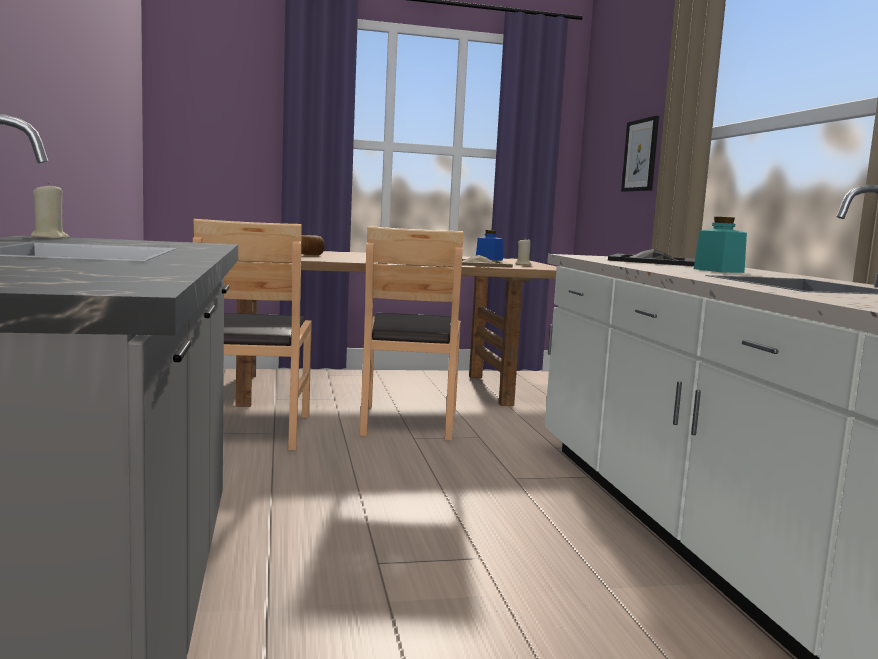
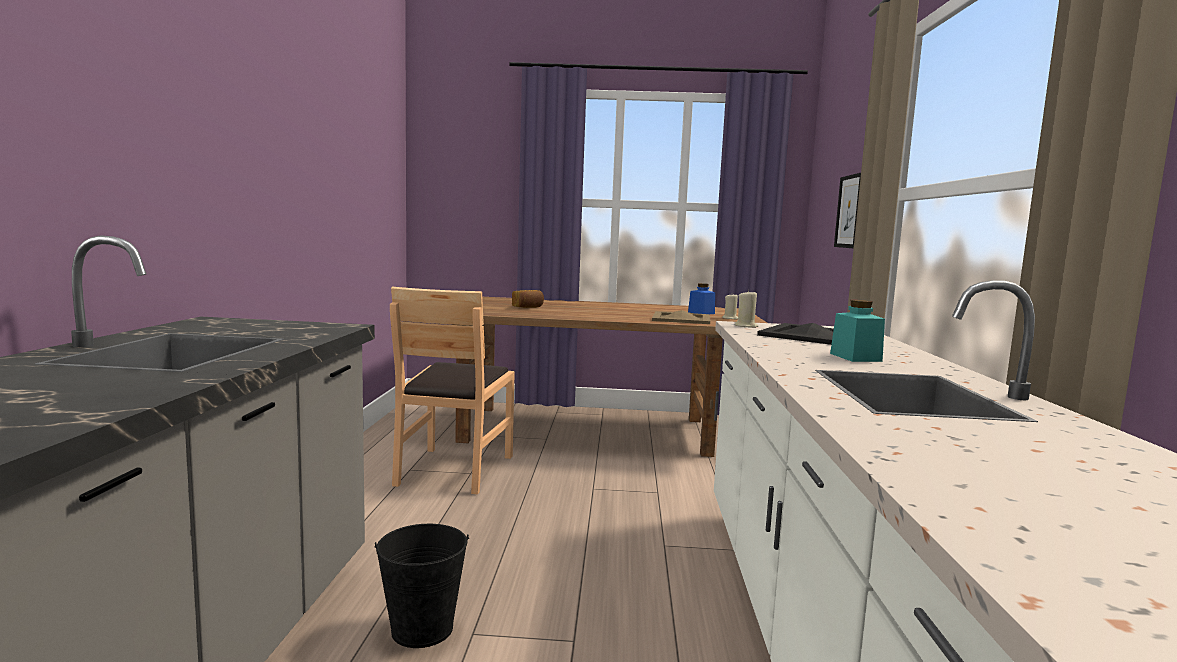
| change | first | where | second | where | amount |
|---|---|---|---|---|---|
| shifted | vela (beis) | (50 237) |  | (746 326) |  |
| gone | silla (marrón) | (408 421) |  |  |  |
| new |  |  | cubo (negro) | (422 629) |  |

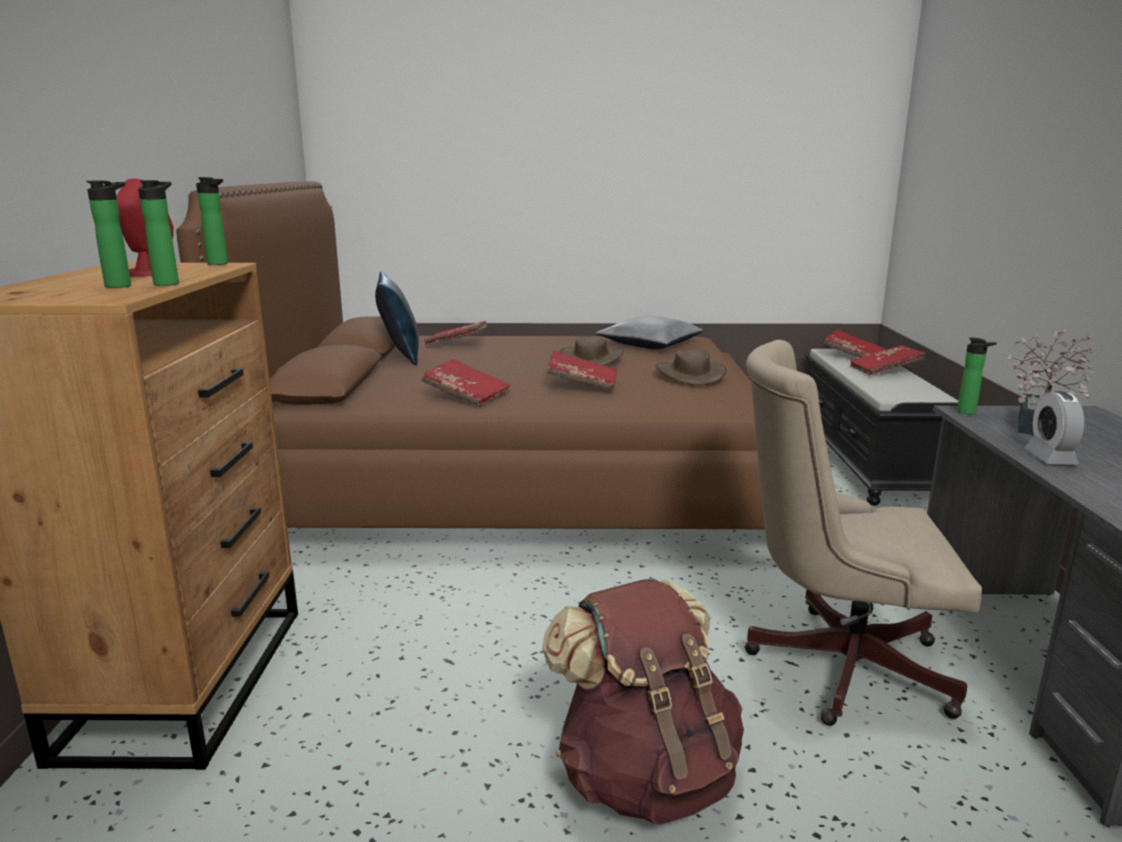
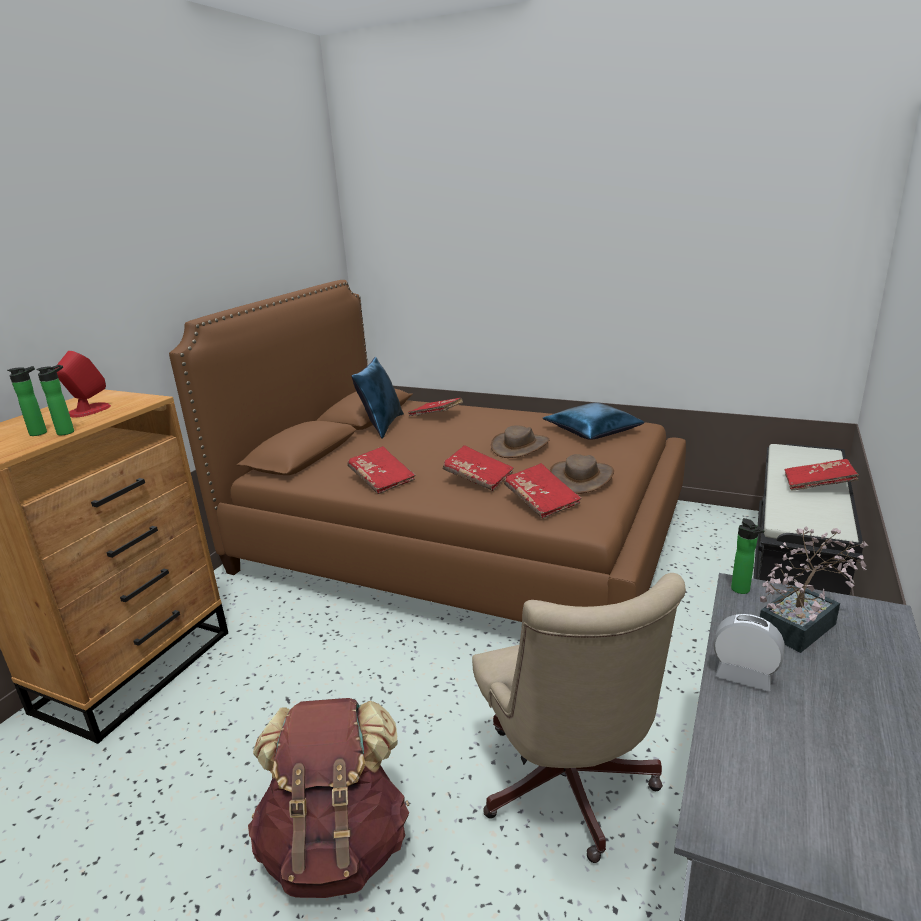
| change | first | where | second | where | amount |
|---|---|---|---|---|---|
| gone | botella | (220 264) |  |  |  |
| repainted | cojín (gris) | (649 344) | cojín (azul) | (592 431) |  |
| rotated | silla de oficina (beis) | (835 664) |  | (568 791) | 135 degrees counterclockwise |
| shifted | libro (rojo) | (854 356) |  | (541 501) |  |
| rotated | despertador | (1050 457) |  | (744 676) | 90 degrees clockwise |

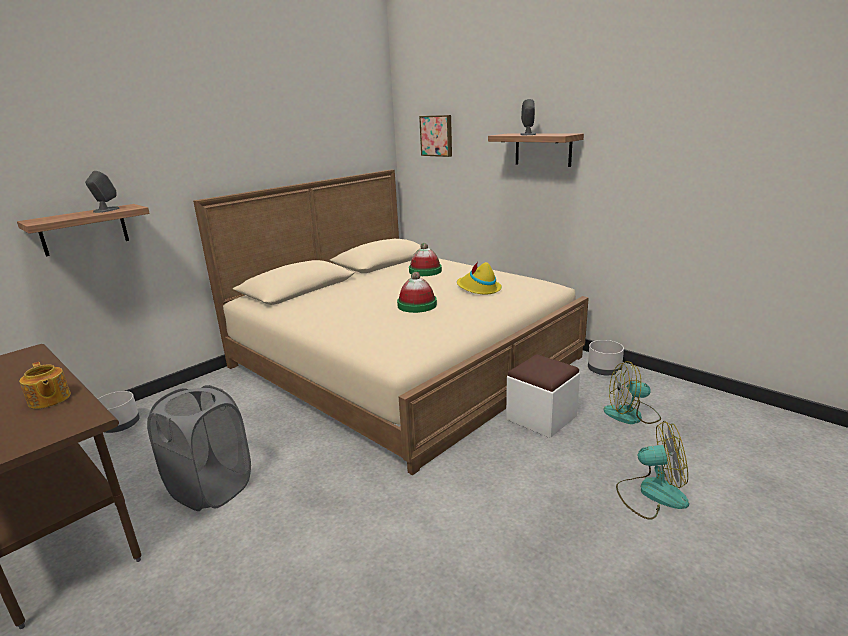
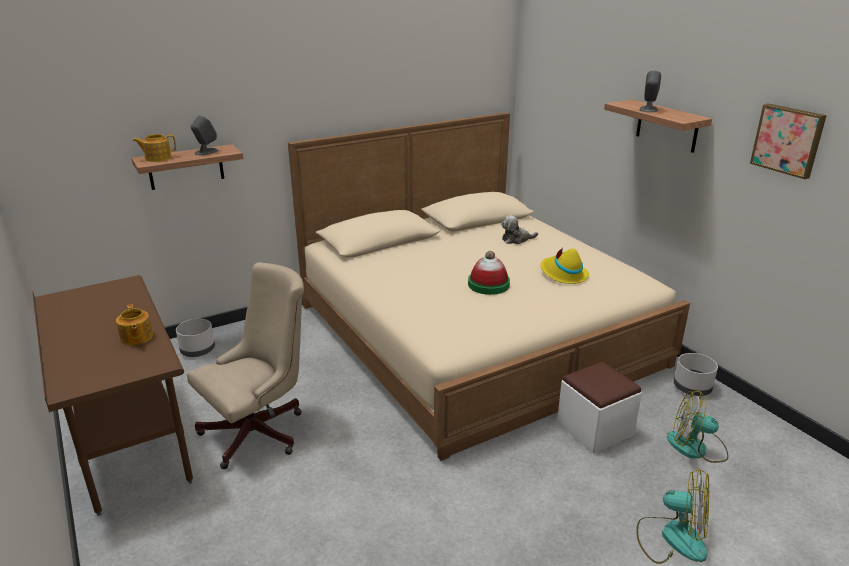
| change | first | where | second | where | amount |
|---|---|---|---|---|---|
| swapped | cesto de la ropa (gris) | (211 488) | silla de oficina (beis) | (260 431) |  |
| swapped | sombrero | (425 271) | peluche | (516 239) |  |
| shifted | cuadro | (437 135) |  | (788 140) |  |
| new |  |  | tetera | (157 158) |  |

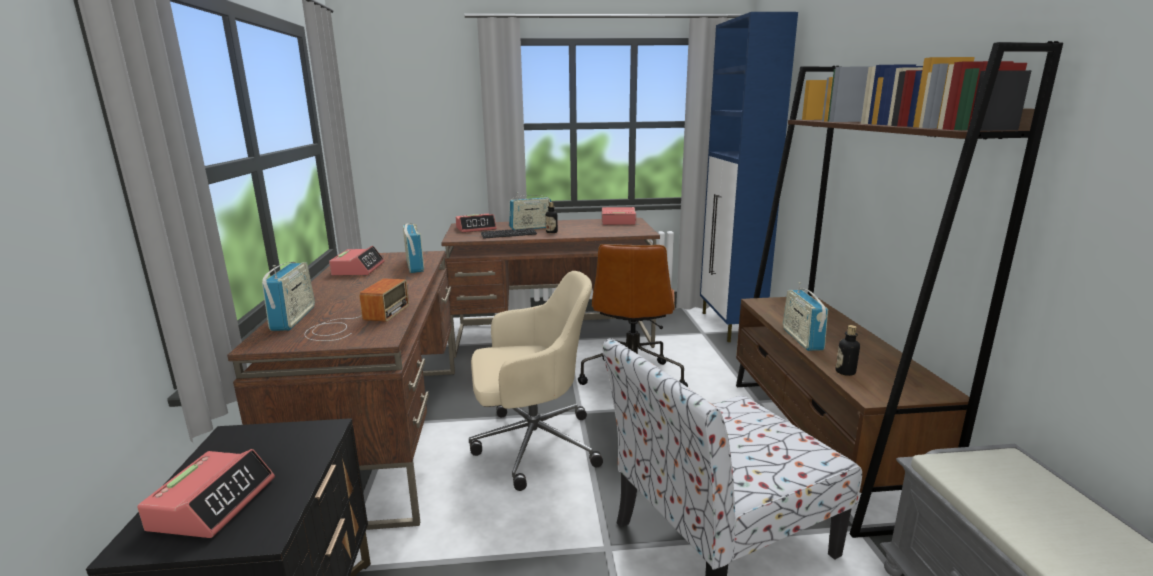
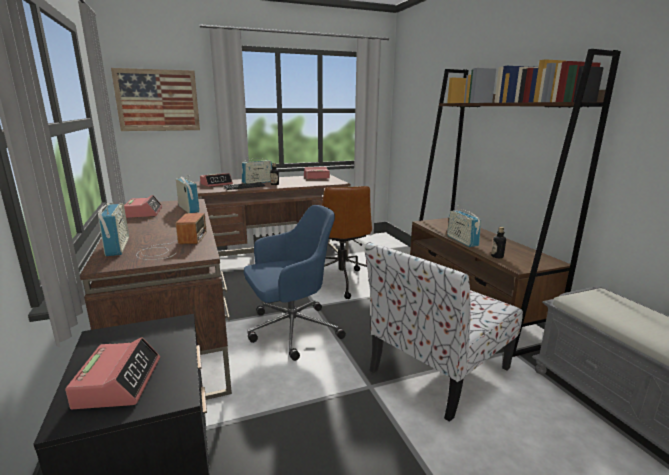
| change | first | where | second | where | amount |
|---|---|---|---|---|---|
| repainted | silla de oficina (beis) | (532 445) | silla de oficina (azul) | (291 330) |  |
| gone | armario (azul) | (730 326) |  |  |  |
| new |  |  | cuadro | (158 100) |  |

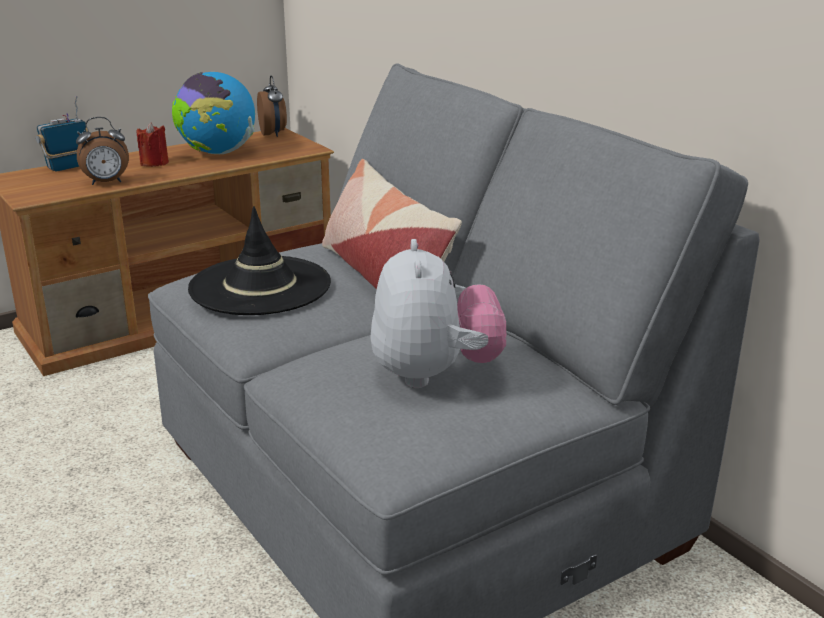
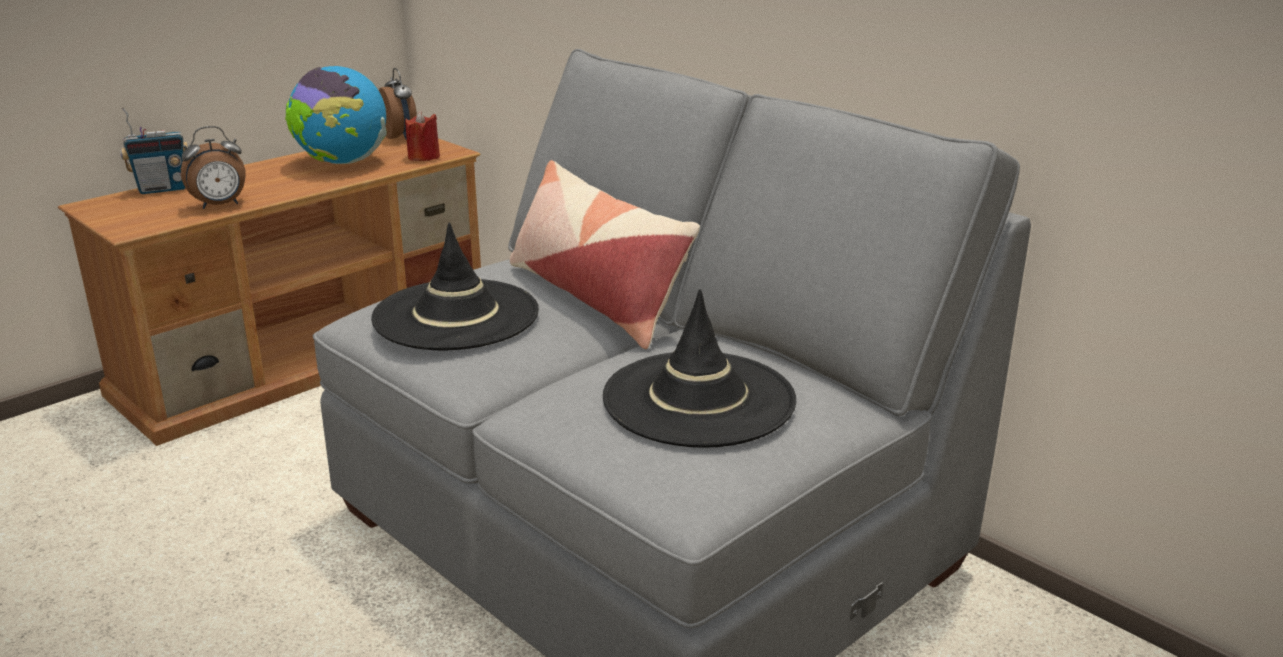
| change | first | where | second | where | amount |
|---|---|---|---|---|---|
| rotated | radio | (68 167) |  | (162 189) | 150 degrees counterclockwise |
| shifted | vela (rojo) | (154 163) |  | (424 157) |  |
| swapped | peluche | (434 374) | sombrero (negro) | (698 399) |  |

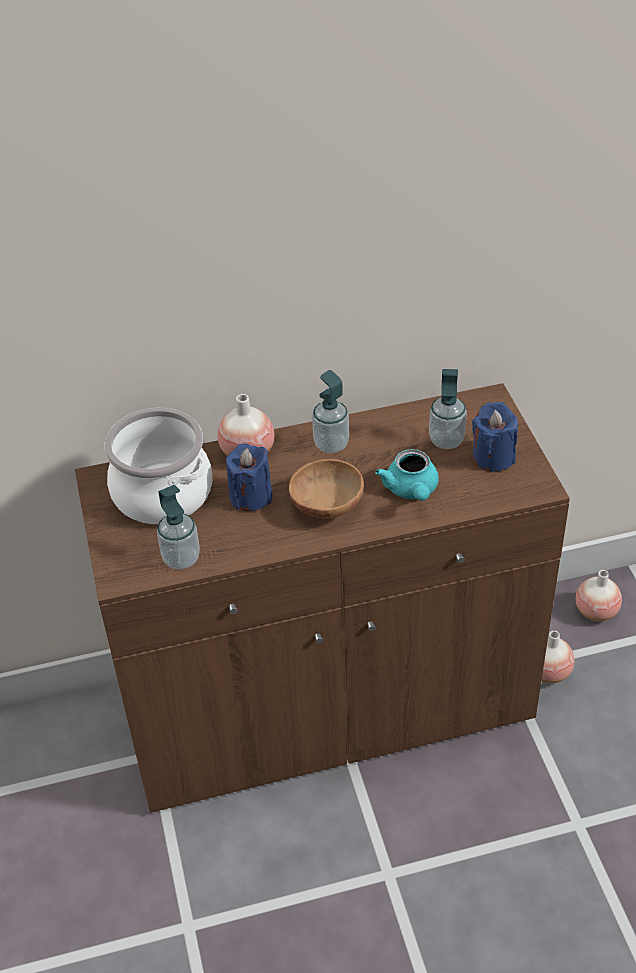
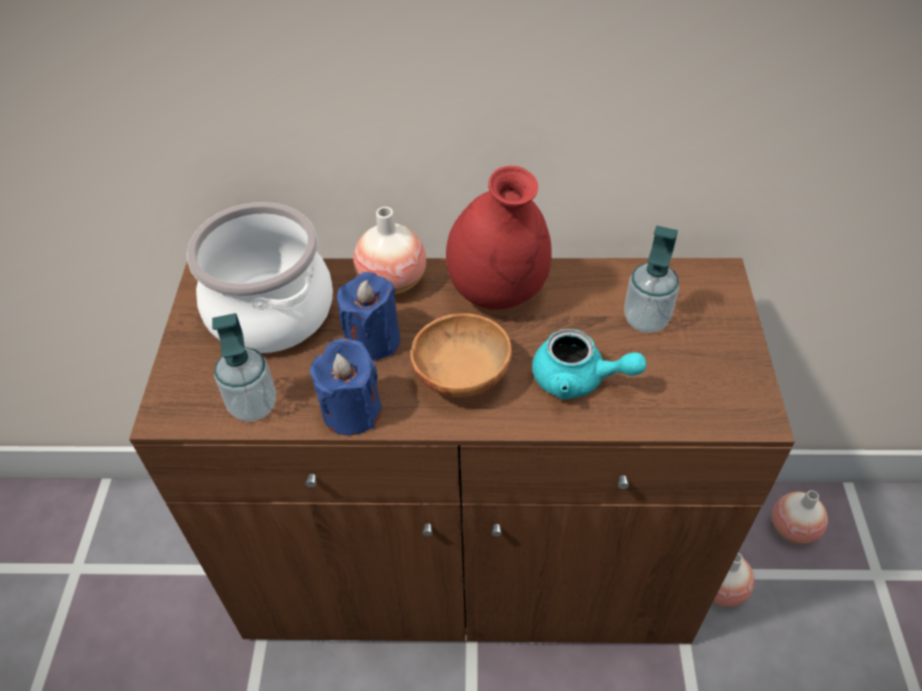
| change | first | where | second | where | amount |
|---|---|---|---|---|---|
| swapped | dispensador de jabón | (331 444) | florero (rojo) | (497 293) |  |
| rotated | tetera (turquesa) | (411 491) |  | (578 380) | 75 degrees counterclockwise |
| shifted | vela (azul) | (493 457) |  | (351 411) |  |

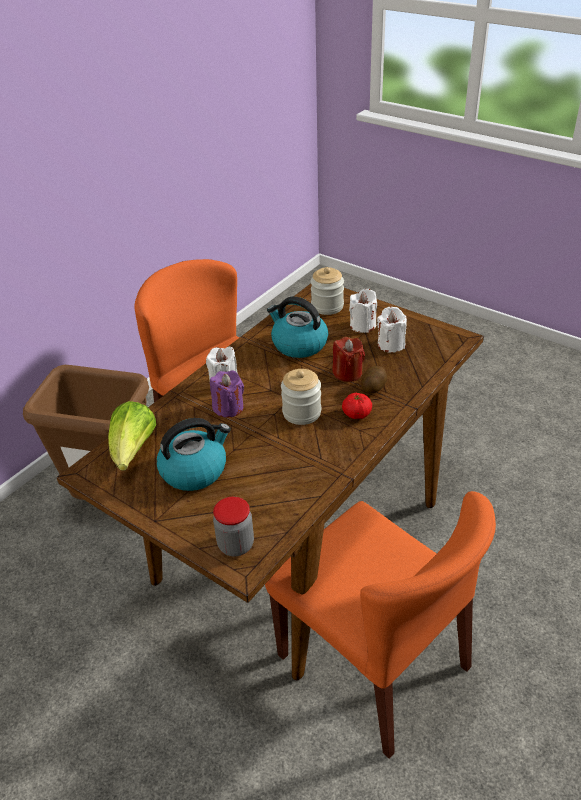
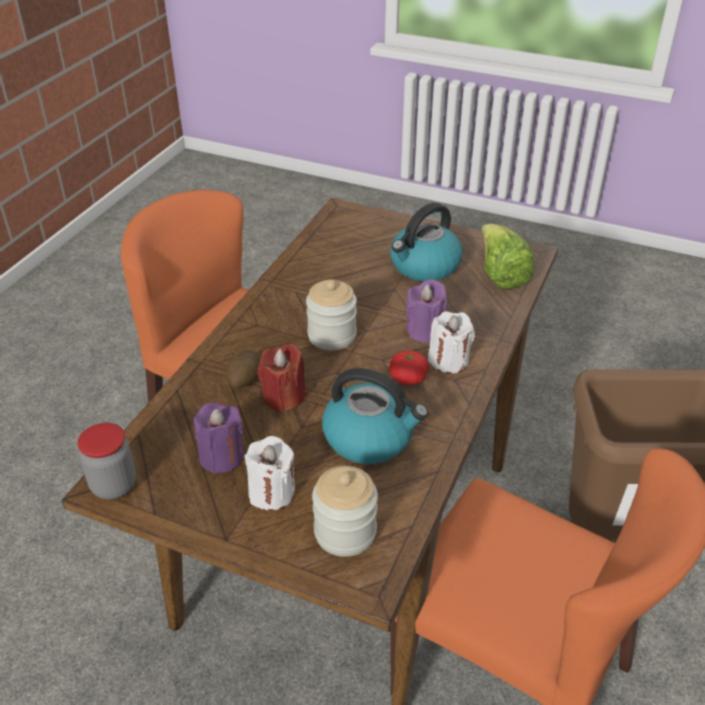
| change | first | where | second | where | amount |
|---|---|---|---|---|---|
| shifted | tarro | (236 545) |  | (114 485) |  |
| shifted | tomate | (356 414) |  | (408 378) |  |
| repainted | vela (blanco) | (391 344) | vela (morado) | (221 457) |  |

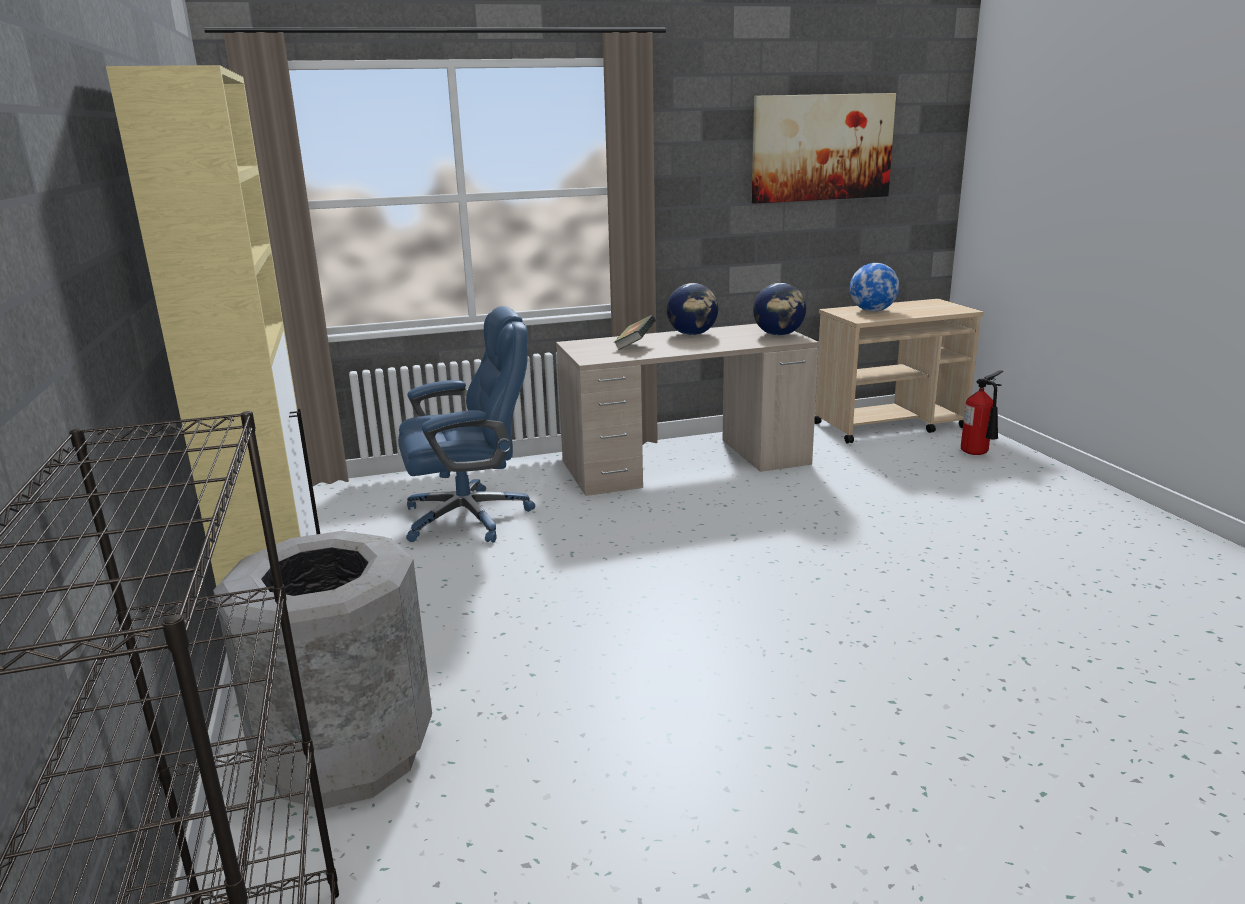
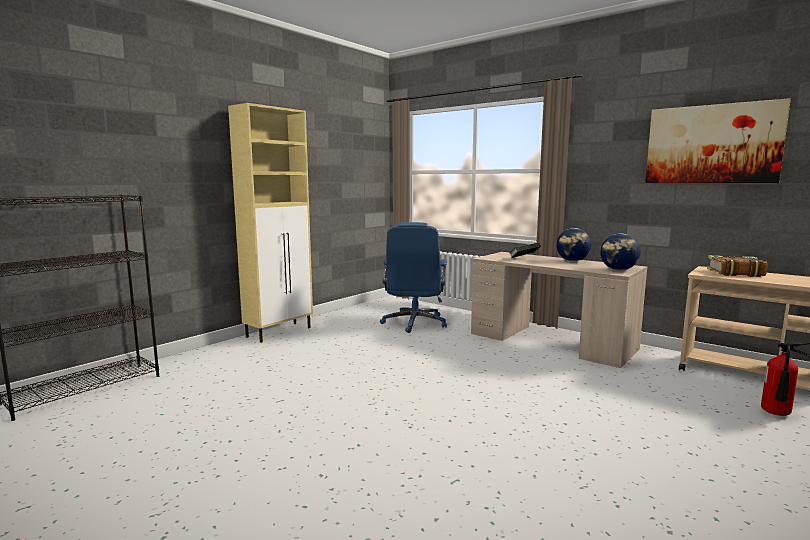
| change | first | where | second | where | amount |
|---|---|---|---|---|---|
| gone | papelera (gris) | (345 755) |  |  |  |
| rotated | silla de oficina (azul) | (470 517) |  | (414 323) | 60 degrees clockwise |
| swapped | globo terráqueo | (872 311) | libro | (734 273) |  |

